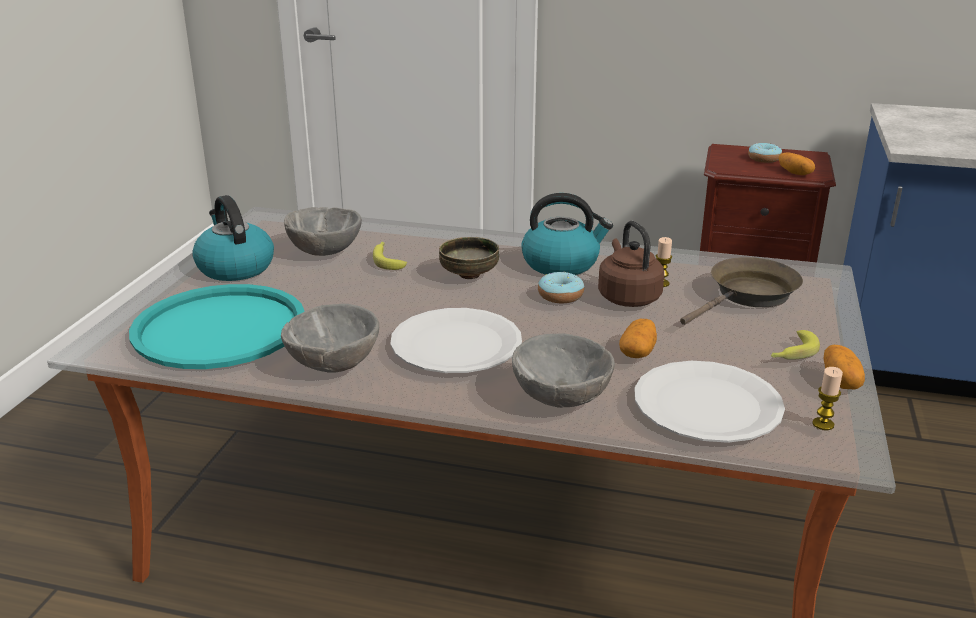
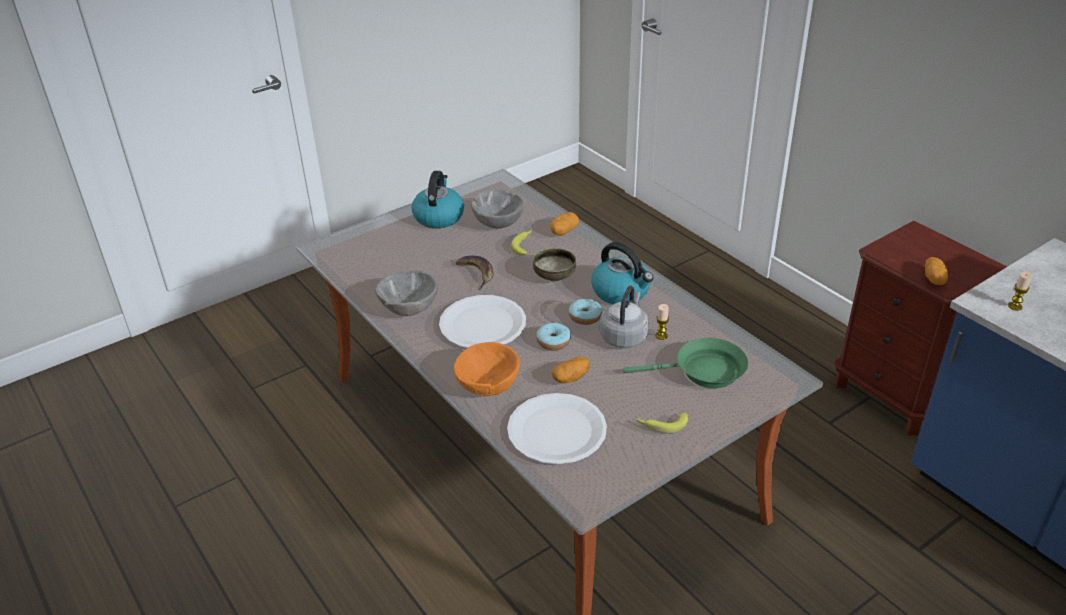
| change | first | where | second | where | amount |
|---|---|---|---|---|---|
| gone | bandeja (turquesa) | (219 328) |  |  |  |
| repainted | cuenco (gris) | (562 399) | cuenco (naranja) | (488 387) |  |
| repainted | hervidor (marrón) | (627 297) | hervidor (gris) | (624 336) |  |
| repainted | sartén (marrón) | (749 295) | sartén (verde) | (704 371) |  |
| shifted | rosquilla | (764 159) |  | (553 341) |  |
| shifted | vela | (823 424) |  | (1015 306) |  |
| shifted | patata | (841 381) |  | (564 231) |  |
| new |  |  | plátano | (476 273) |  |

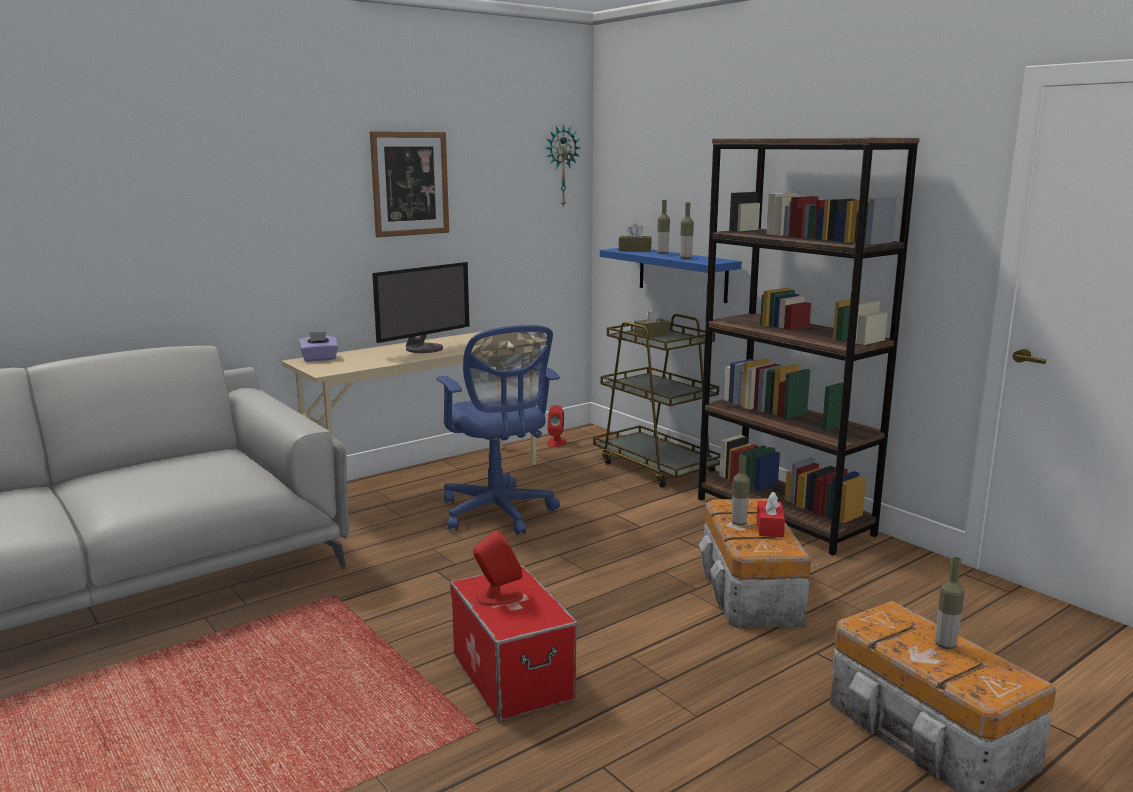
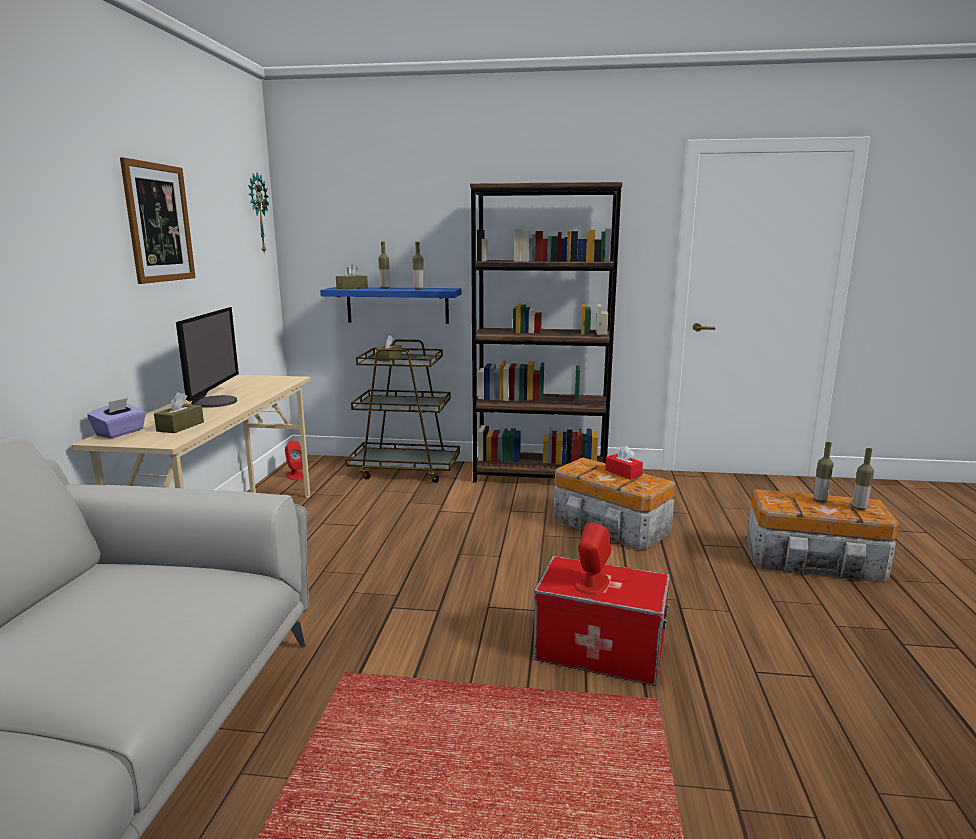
| change | first | where | second | where | amount |
|---|---|---|---|---|---|
| gone | silla de oficina (azul) | (498 513) |  |  |  |
| shifted | botella | (739 523) |  | (859 508) |  |
| new |  |  | caja de pañuelos (marrón) | (180 426) |  |

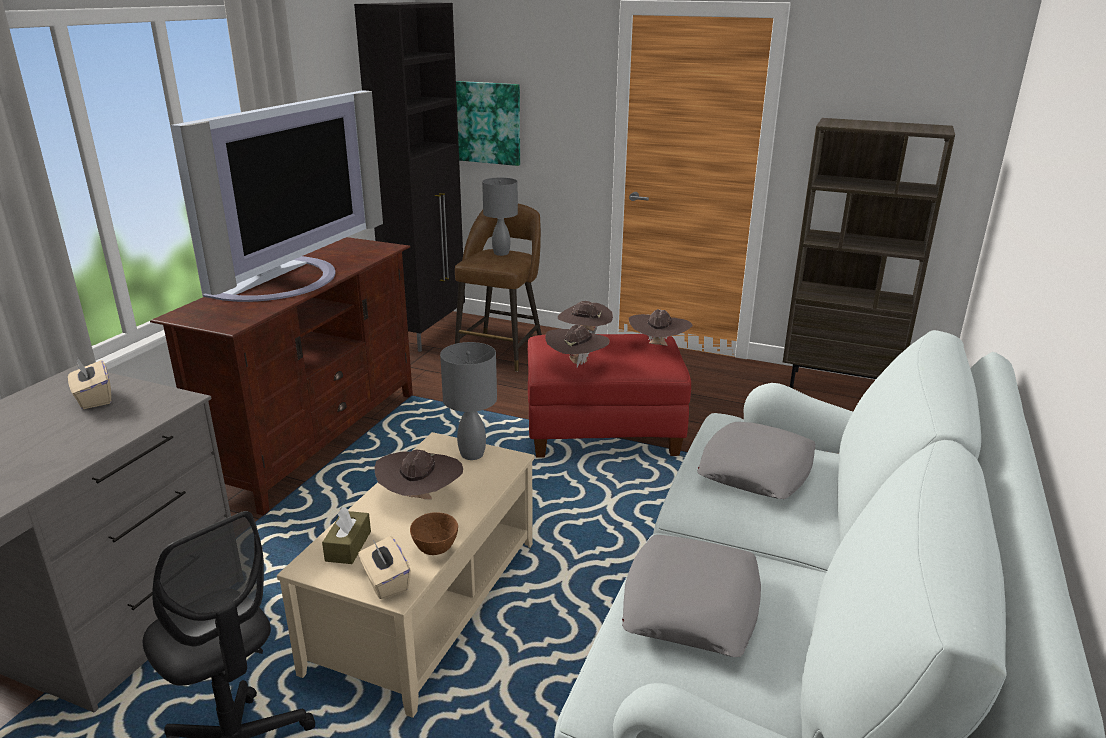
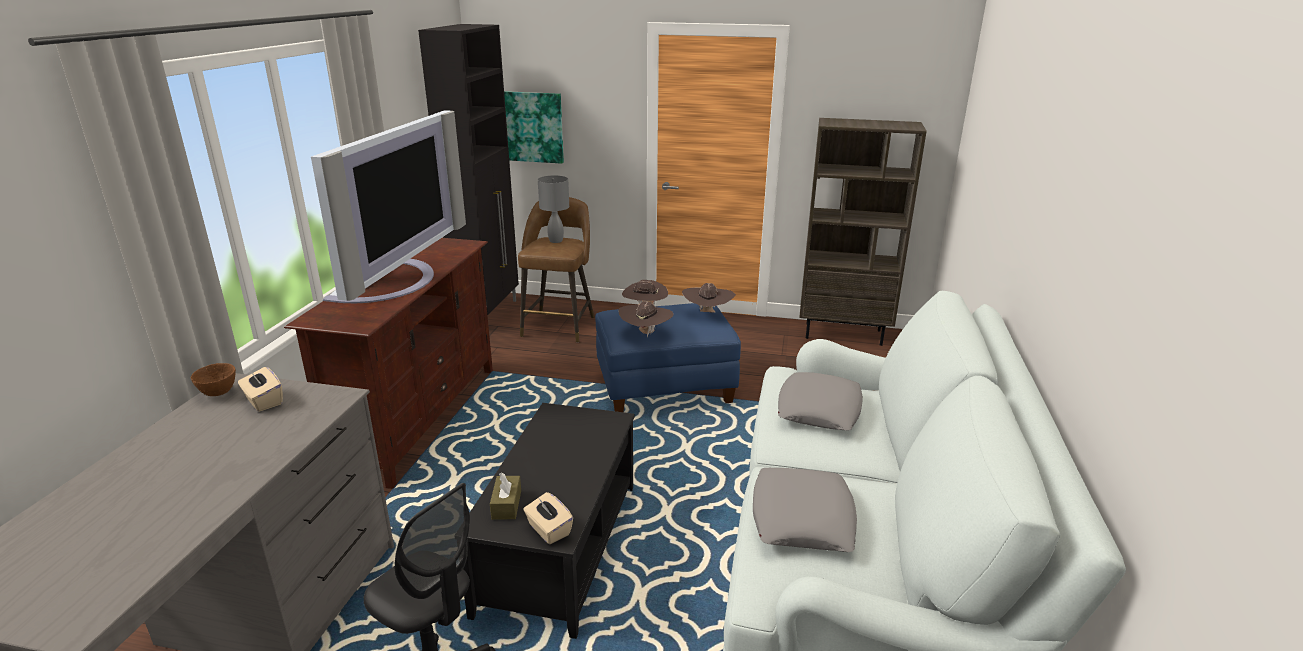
| change | first | where | second | where | amount |
|---|---|---|---|---|---|
| repainted | mesa de centro (beis) | (429 605) | mesa de centro (negro) | (561 547) |  |
| gone | sombrero (marrón) | (420 499) |  |  |  |
| shifted | cuenco (marrón) | (436 549) |  | (219 393) |  |
| gone | lámpara de mesa (gris) | (472 454) |  |  |  |
| repainted | puf (rojo) | (602 431) | puf (azul) | (664 388) |  |

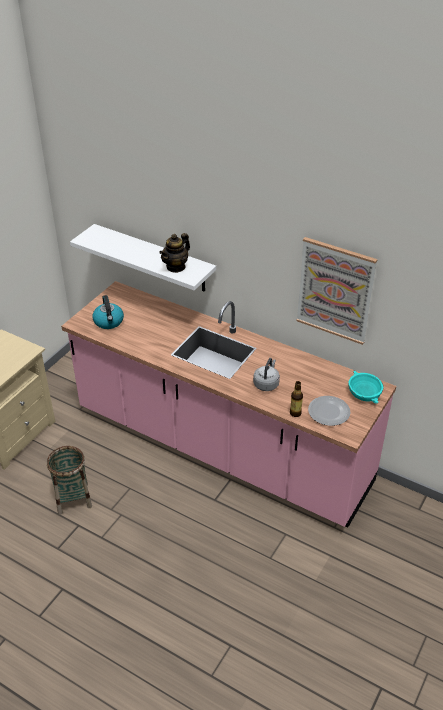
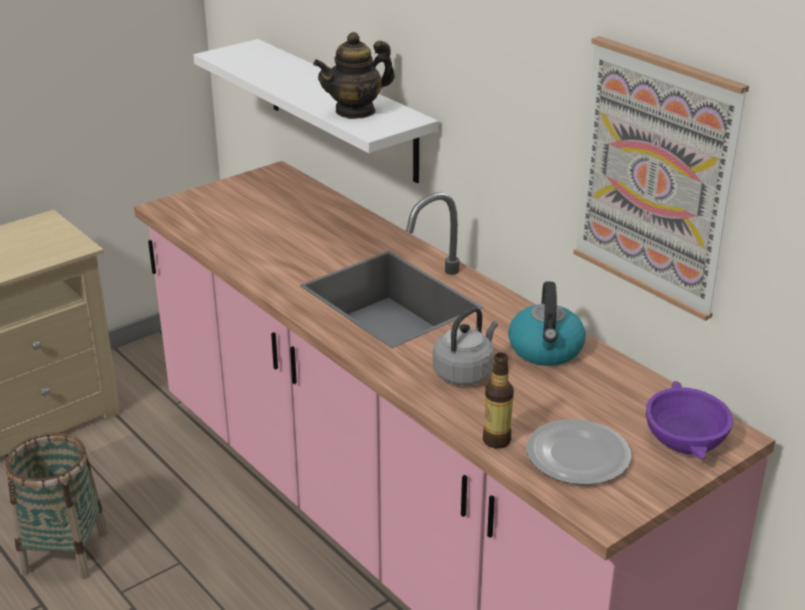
| change | first | where | second | where | amount |
|---|---|---|---|---|---|
| shifted | hervidor | (109 322) |  | (546 350) |  |
| repainted | cuenco (turquesa) | (365 394) | cuenco (morado) | (686 439) |  |

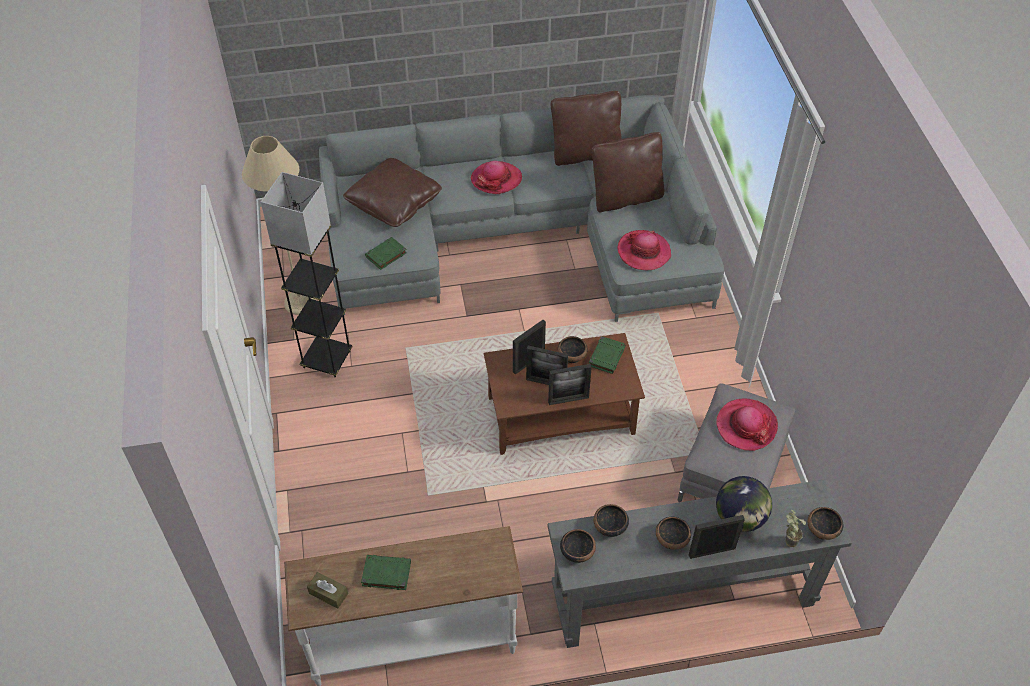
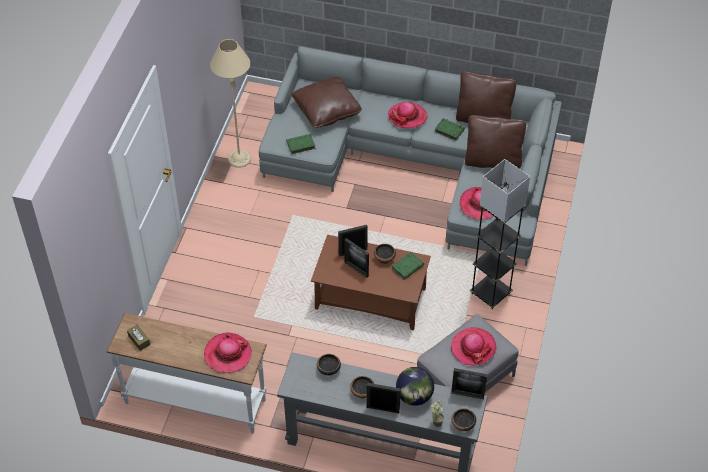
| change | first | where | second | where | amount |
|---|---|---|---|---|---|
| shifted | lámpara de pie (gris) | (327 359) |  | (490 293) |  |
| shifted | libro (verde) | (386 574) |  | (449 130) |  |
| shifted | portarretratos | (568 400) |  | (467 394) |  |
| gone | cuenco | (577 552) |  |  |  |
| new |  |  | sombrero | (227 354) |  |

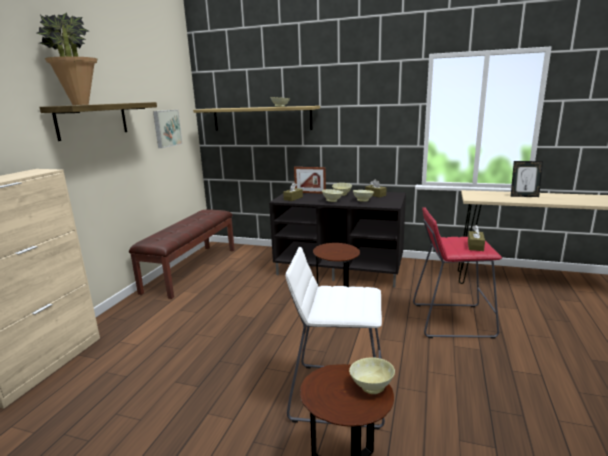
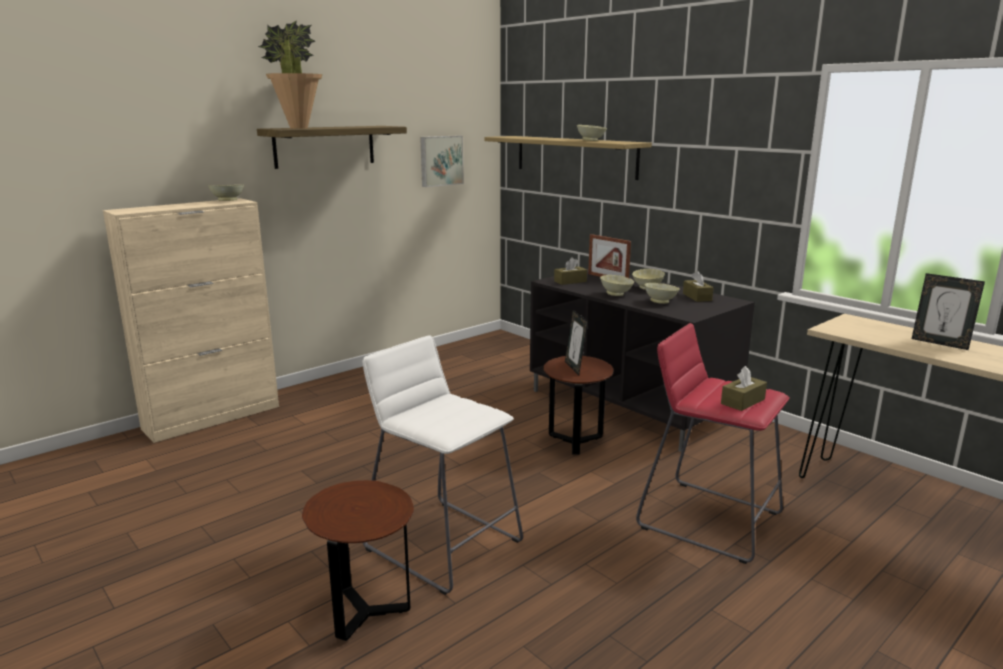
| change | first | where | second | where | amount |
|---|---|---|---|---|---|
| gone | banco (marrón) | (191 269) |  |  |  |
| shifted | cuenco (beis) | (371 386) |  | (228 200) |  |
| new |  |  | portarretratos | (574 368) |  |

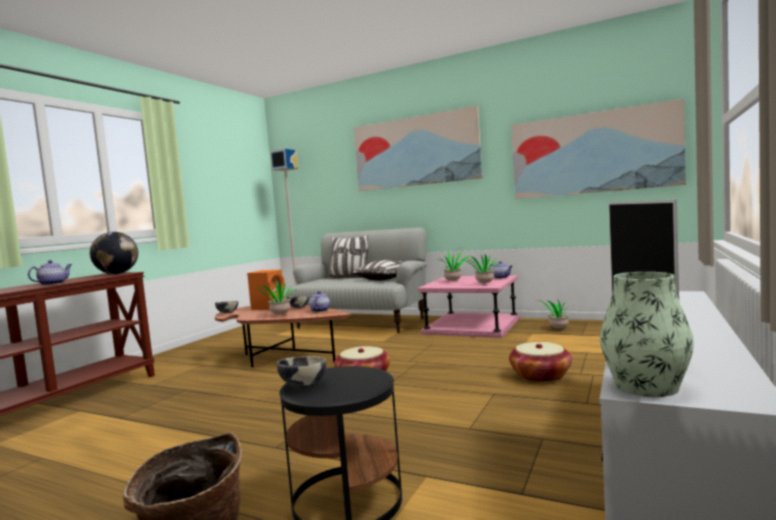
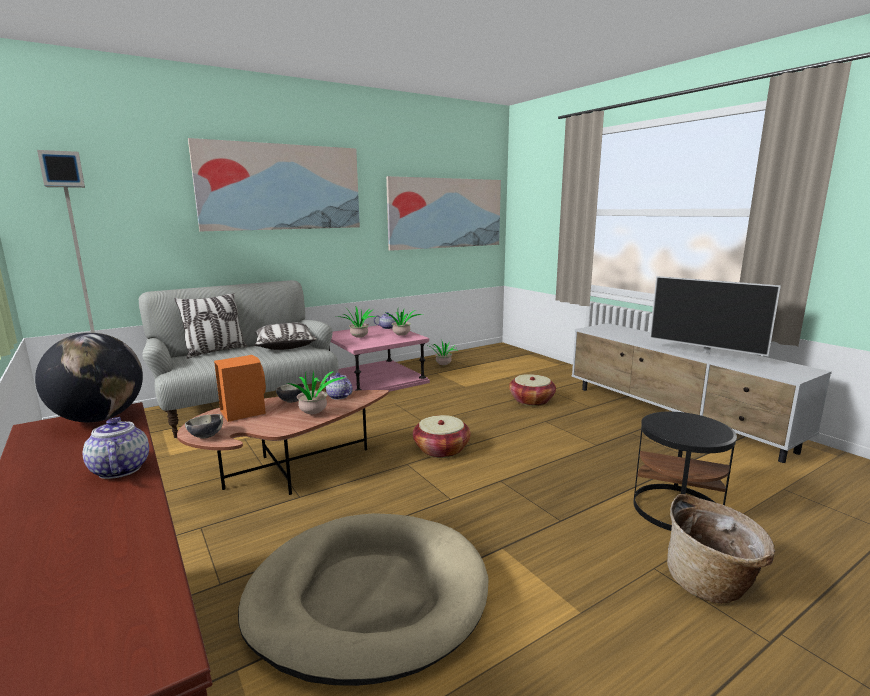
| change | first | where | second | where | amount |
|---|---|---|---|---|---|
| gone | cuenco | (303 385) |  |  |  |
| gone | florero | (646 386) |  |  |  |
| new |  |  | cama para perro (beis) | (367 598) |  |

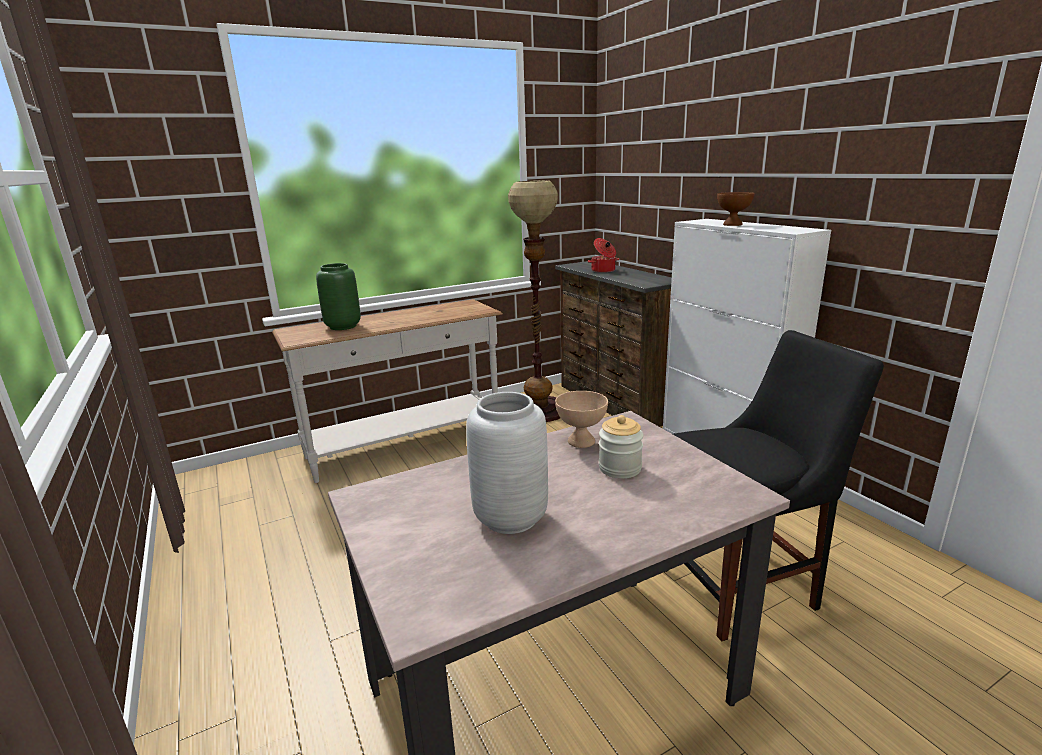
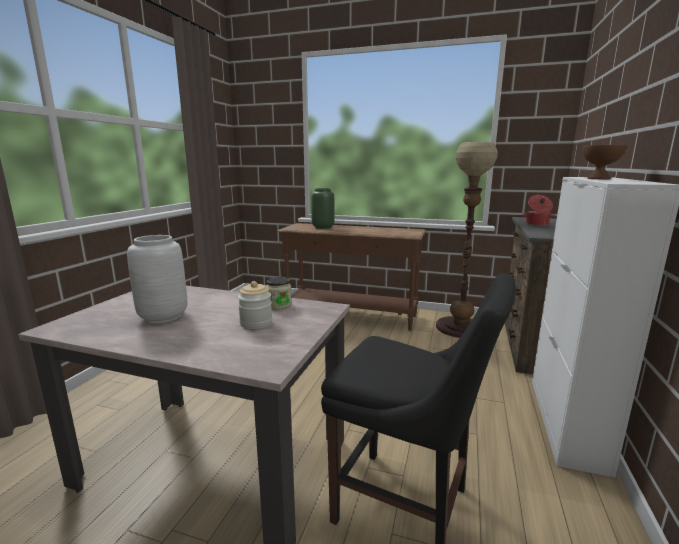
| change | first | where | second | where | amount |
|---|---|---|---|---|---|
| repainted | mesa consola (blanco) | (405 446) | mesa consola (marrón) | (350 316) |  |
| swapped | cuenco (beis) | (580 441) | tarro | (279 305) |  |

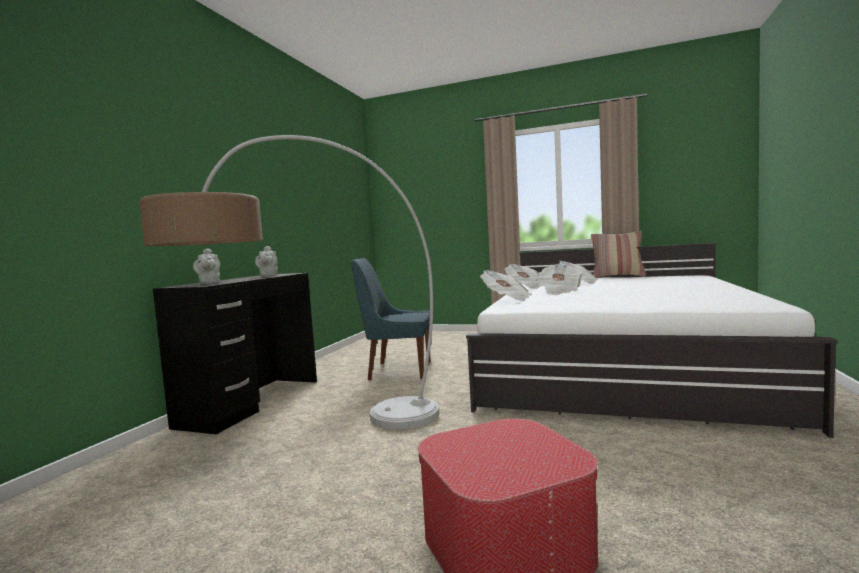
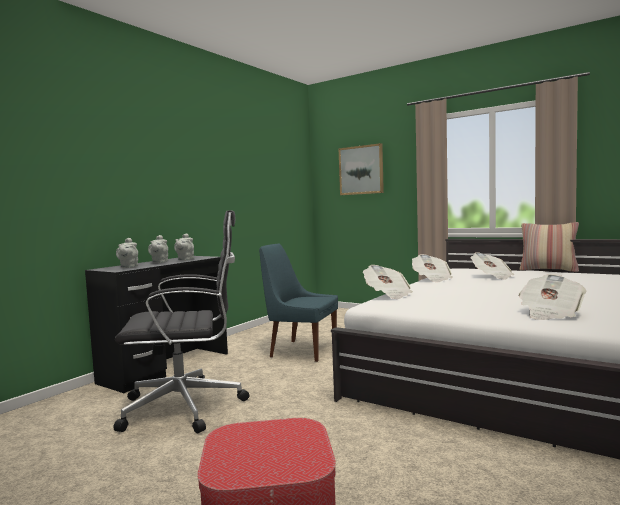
| change | first | where | second | where | amount |
|---|---|---|---|---|---|
| swapped | lámpara de pie | (308 438) | silla de oficina (negro) | (187 407) |  |
| shifted | periódico | (559 292) |  | (550 314) |  |
| new |  |  | tetera (gris) | (159 262) |  |
| new |  |  | cuadro | (361 170) |  |

